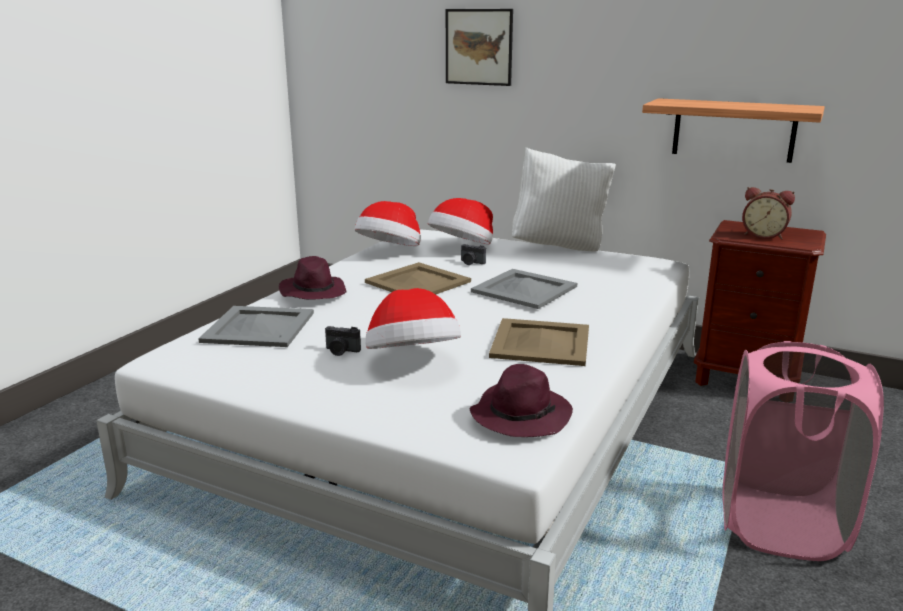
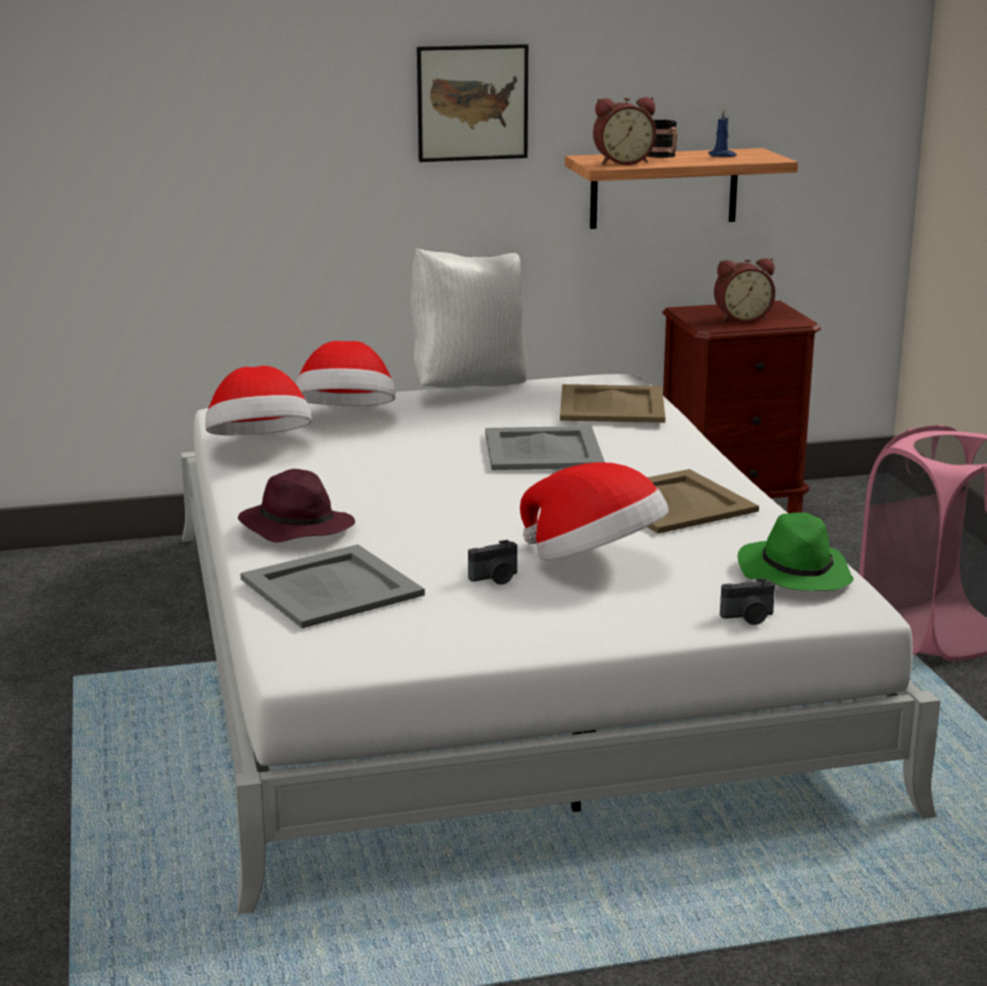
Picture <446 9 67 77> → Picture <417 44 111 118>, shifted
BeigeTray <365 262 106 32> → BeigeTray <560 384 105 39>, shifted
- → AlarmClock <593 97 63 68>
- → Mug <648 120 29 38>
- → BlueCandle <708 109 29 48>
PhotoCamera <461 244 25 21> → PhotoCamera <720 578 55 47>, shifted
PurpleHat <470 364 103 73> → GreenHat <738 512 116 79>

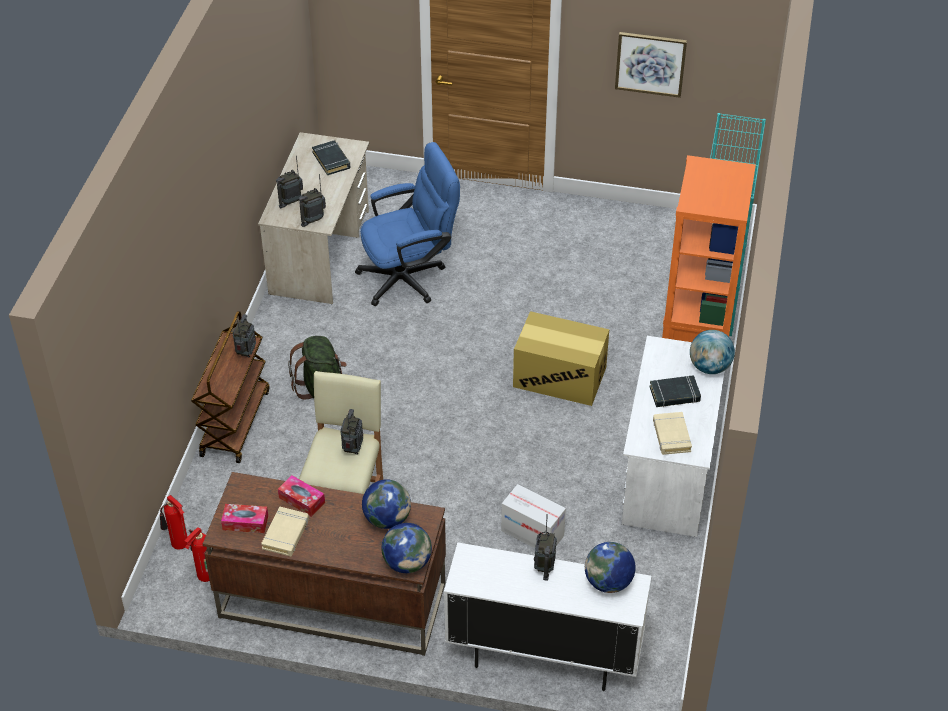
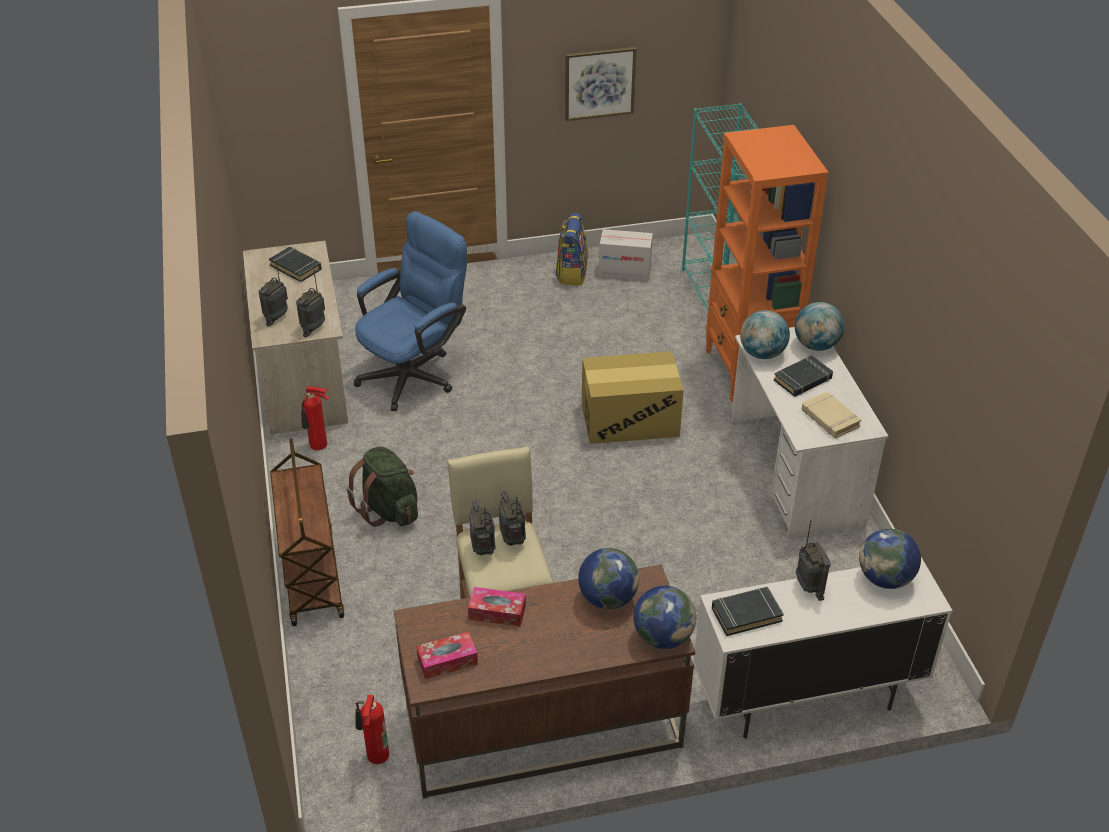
FireExtinguisher <160 495 28 55> → FireExtinguisher <301 386 28 64>, shifted
Radio <233 314 23 44> → Radio <469 500 27 55>, shifted
- → Backpack <556 213 32 73>
CardboardBox <501 484 65 64> → CardboardBox <599 229 54 52>, shifted
- → BlackBook <712 587 72 49>
- → Globe <740 310 50 49>
BeigeBook <261 507 48 49> → -

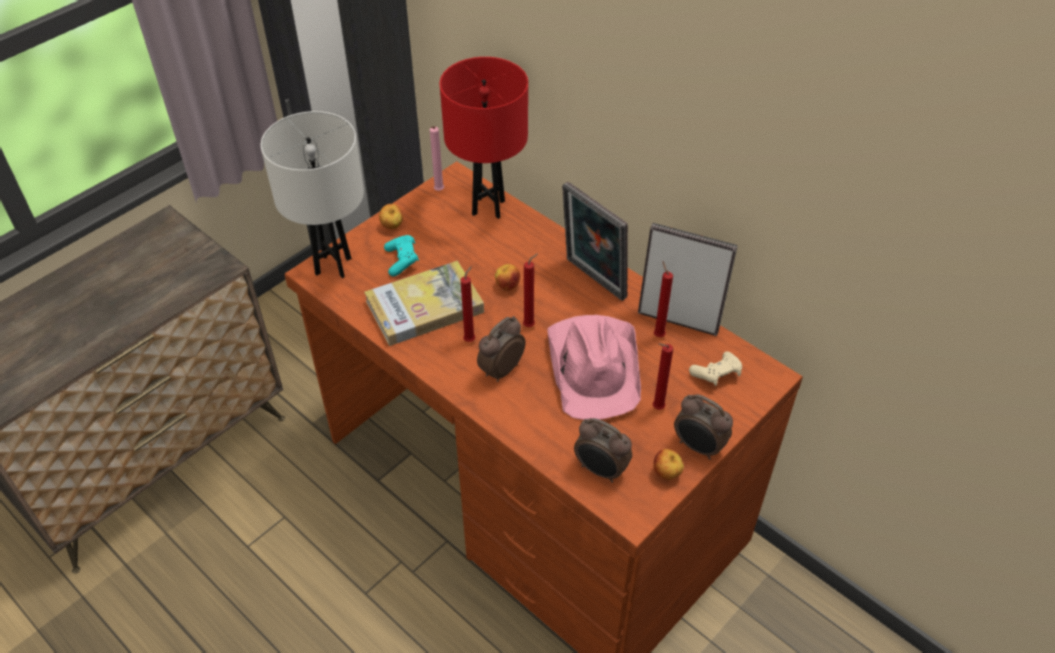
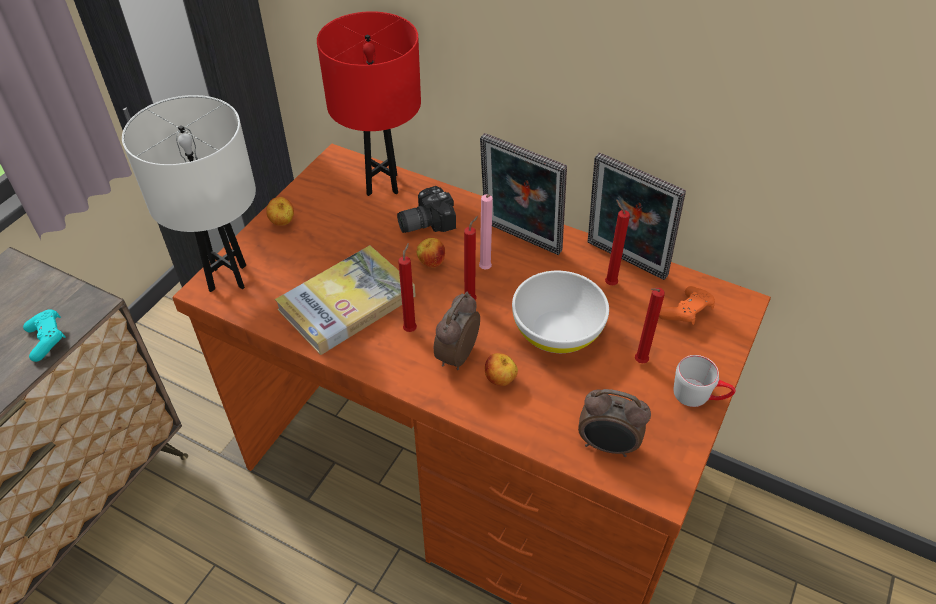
TurquoiseGameController <384 235 35 41> → TurquoiseGameController <23 309 43 53>, shifted
- → PhotoCamera <397 186 59 47>
PinkCandle <430 126 14 65> → PinkCandle <479 194 14 76>, shifted
Apple <653 449 31 31> → Apple <485 353 33 33>, shifted
PinkHat <548 315 93 105> → WhiteBowl <512 271 97 82>
PictureFrame <638 223 100 113> → PictureFrame <588 153 98 127>, 150 degrees counterclockwise
BeigeGameController <689 352 53 34> → OrangeGameController <659 286 56 39>
AlarmClock <674 394 59 66> → GreyMug <673 355 63 52>

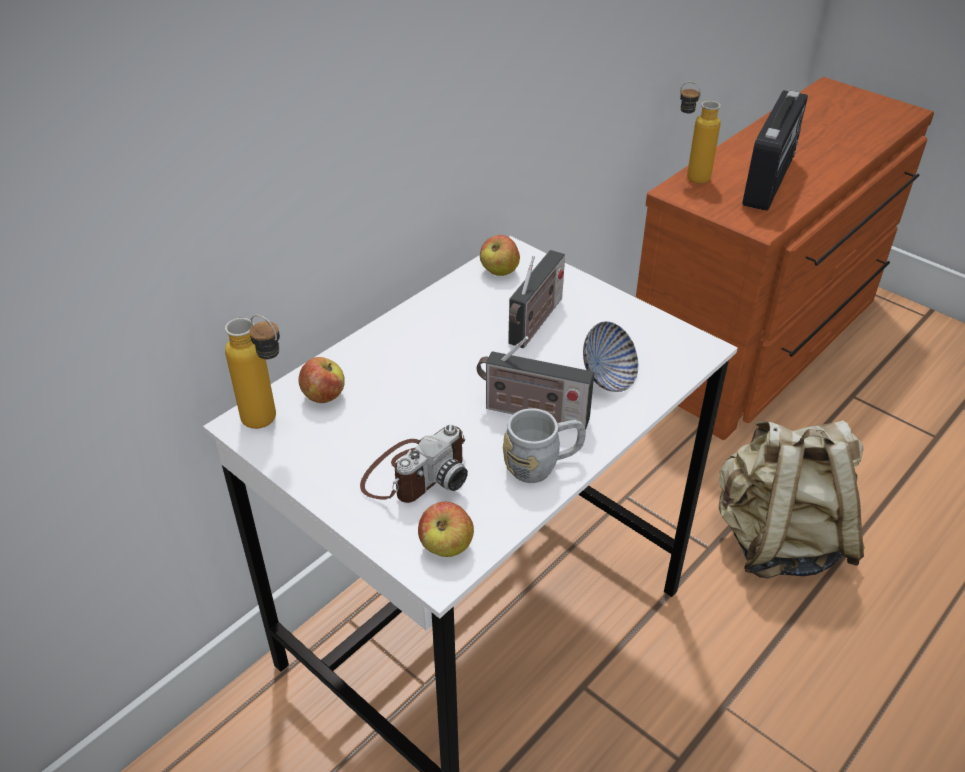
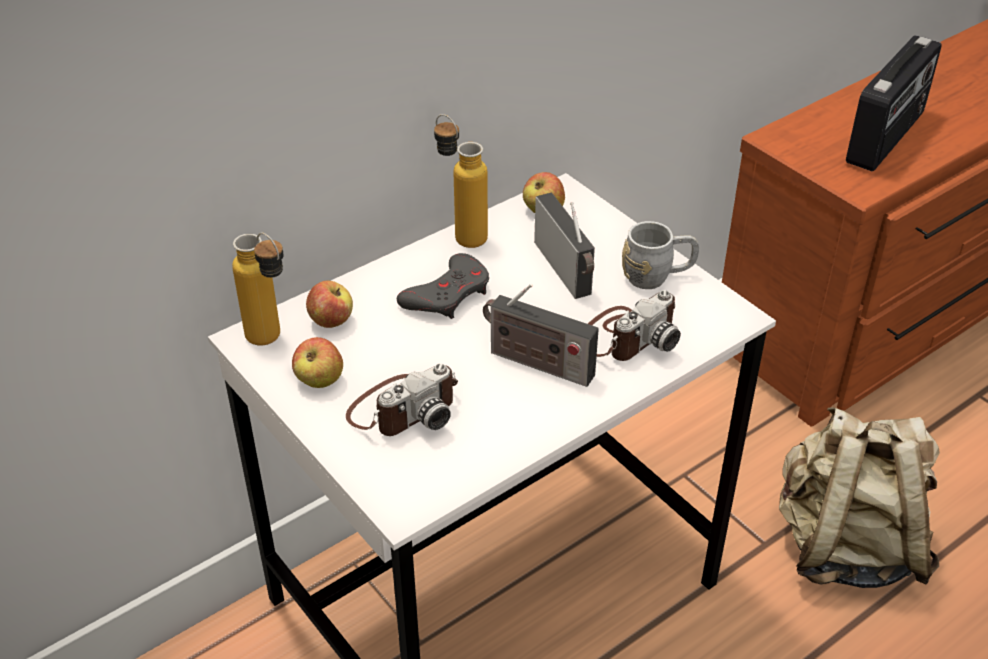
Apple <418 502 56 55> → Apple <292 337 51 51>, shifted
- → GreyGameController <397 253 92 66>
Bottle <680 81 41 103> → Bottle <434 114 54 134>, shifted
Radio <508 250 57 99> → Radio <534 192 61 107>, 60 degrees counterclockwise
Bowl <583 321 55 71> → PhotoCamera <588 290 93 71>
GreyMug <503 408 83 75> → GreyMug <622 221 77 68>, shifted

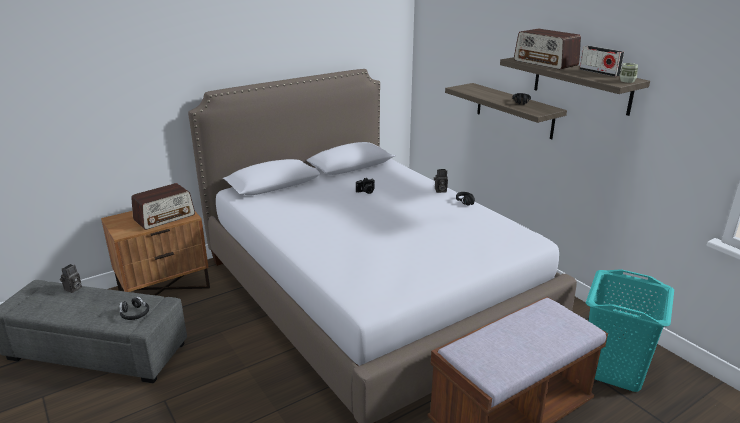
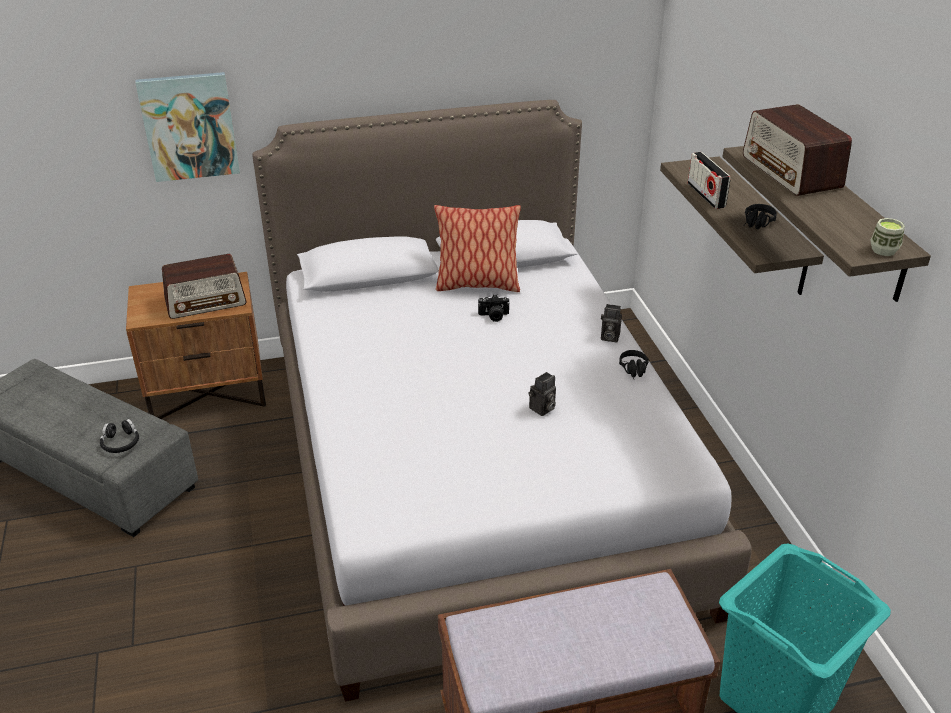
- → Picture <135 72 105 110>
- → Pillow <434 205 87 87>
PhotoCamera <60 264 22 29> → PhotoCamera <528 372 28 44>, shifted
Radio <580 45 44 32> → Radio <688 152 42 57>, shifted

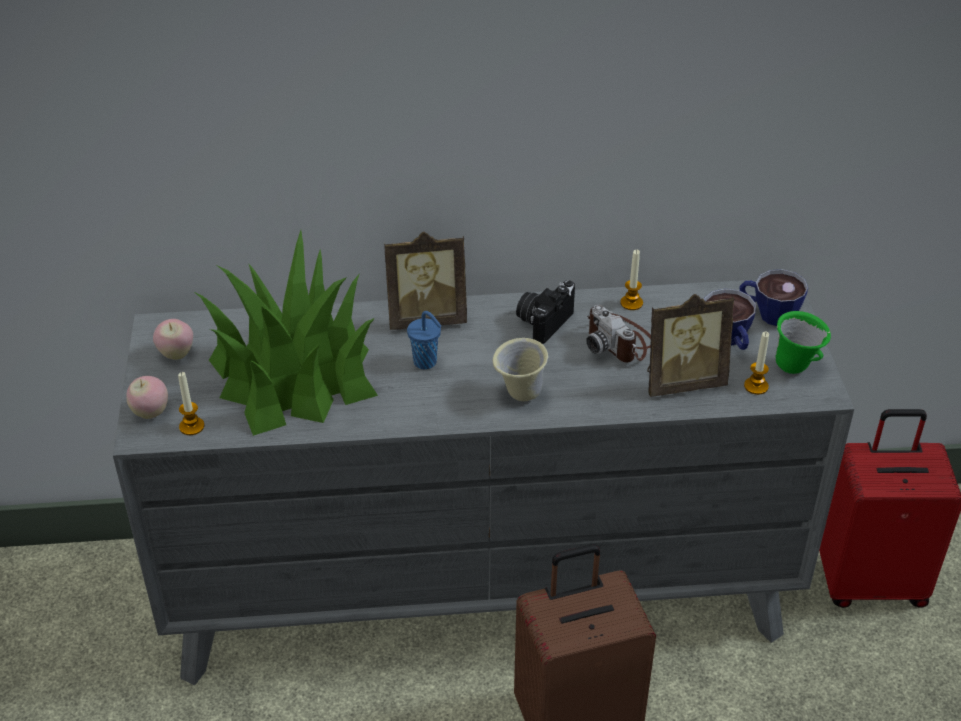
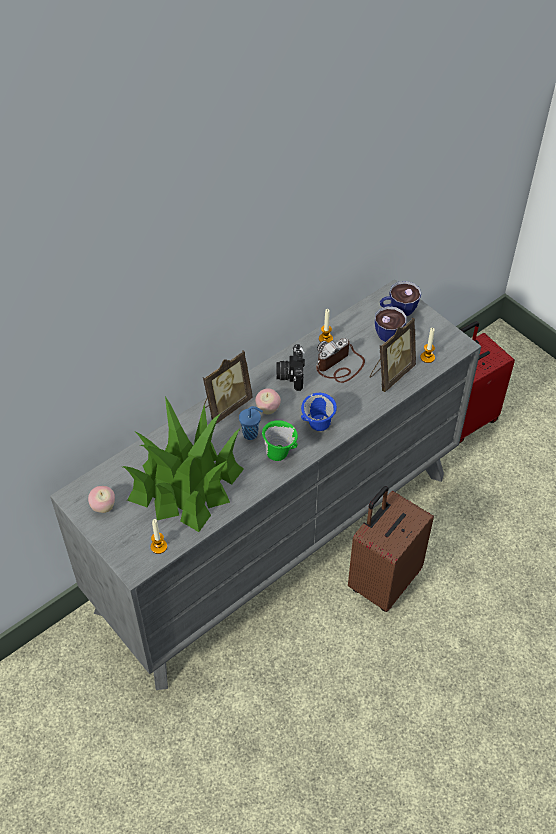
Apple <126 376 42 43> → Apple <255 388 26 26>, shifted
GreenMug <775 311 56 63> → GreenMug <262 420 36 41>, shifted
BeigeMug <493 338 55 63> → BlueMug <301 393 36 38>
PhotoCamera <586 305 65 57> → PhotoCamera <316 338 49 45>, 120 degrees clockwise

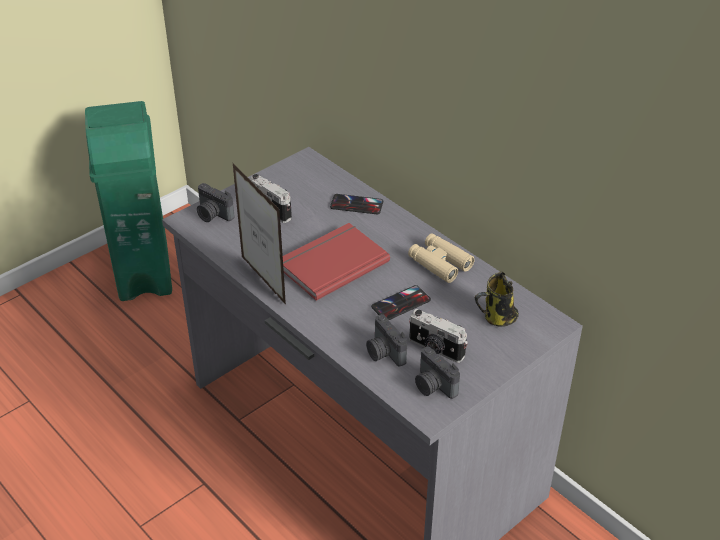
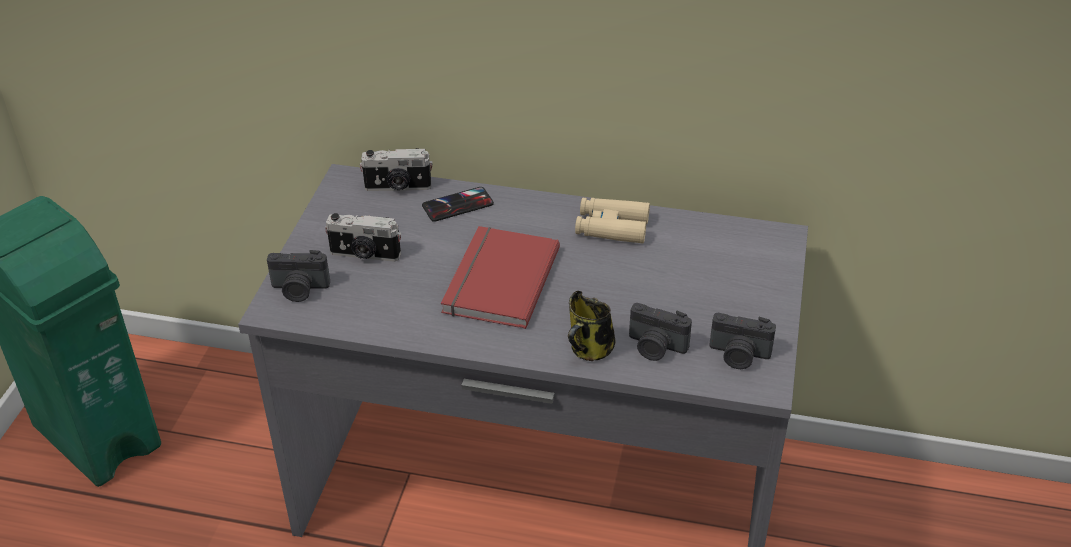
PhotoCamera <409 309 59 54> → PhotoCamera <360 148 73 43>, shifted
Mug <475 272 44 55> → Mug <568 291 48 70>, shifted
PictureFrame <233 163 53 142> → -
Phone <371 285 60 35> → -

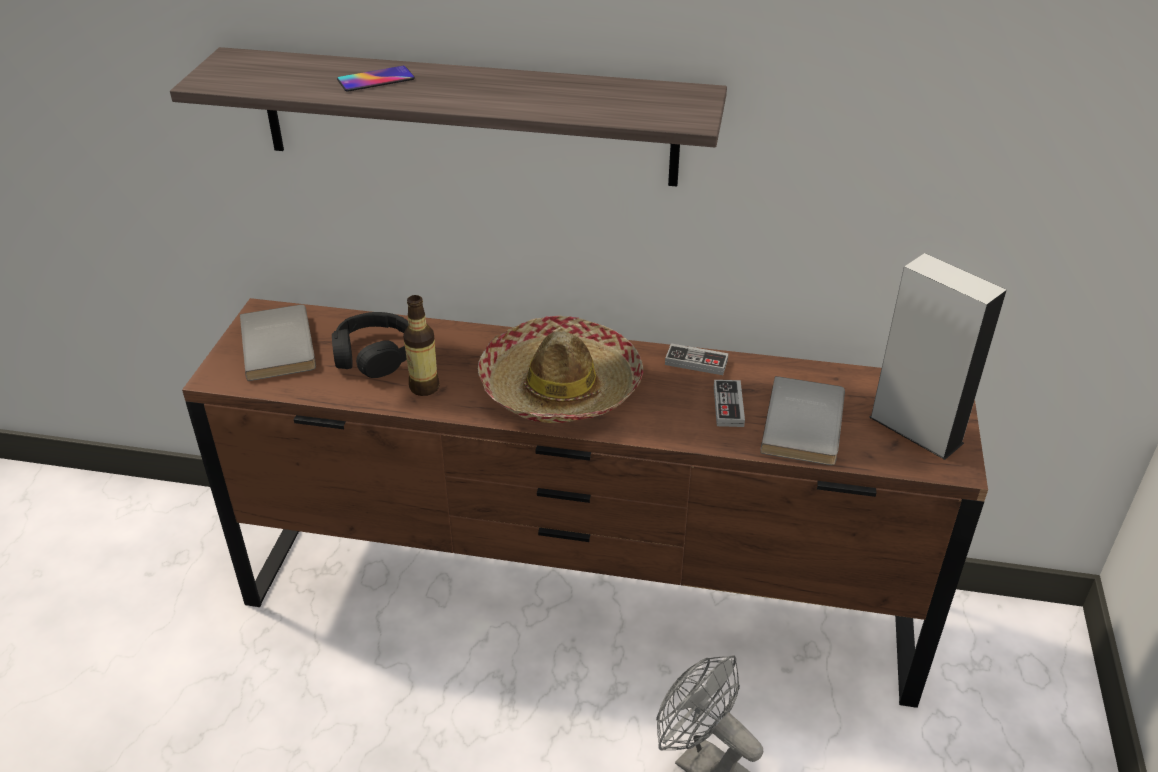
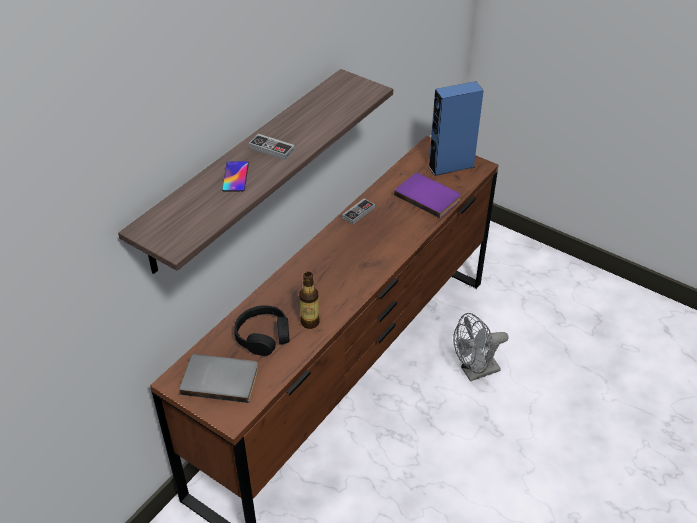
GameController <714 380 31 47> → GameController <249 134 46 26>, shifted
GreyBook <761 376 84 89> → PurpleBook <394 173 67 45>
GreySpeaker <869 253 138 207> → BlueSpeaker <428 81 56 95>
Hat <478 315 165 108> → -

